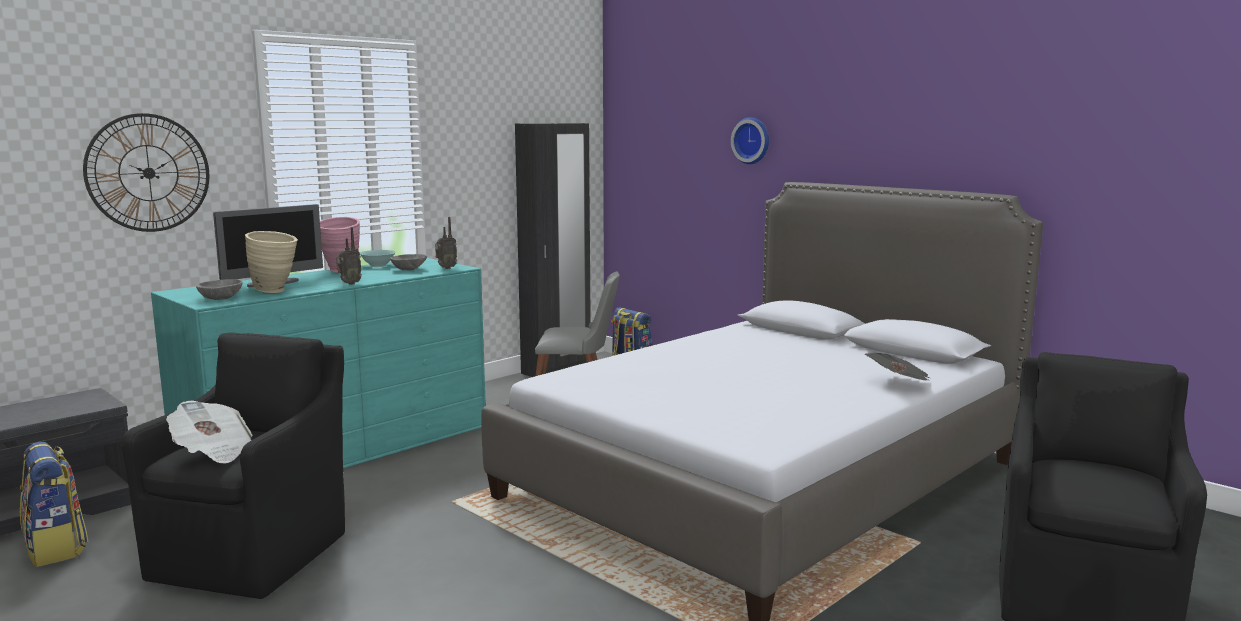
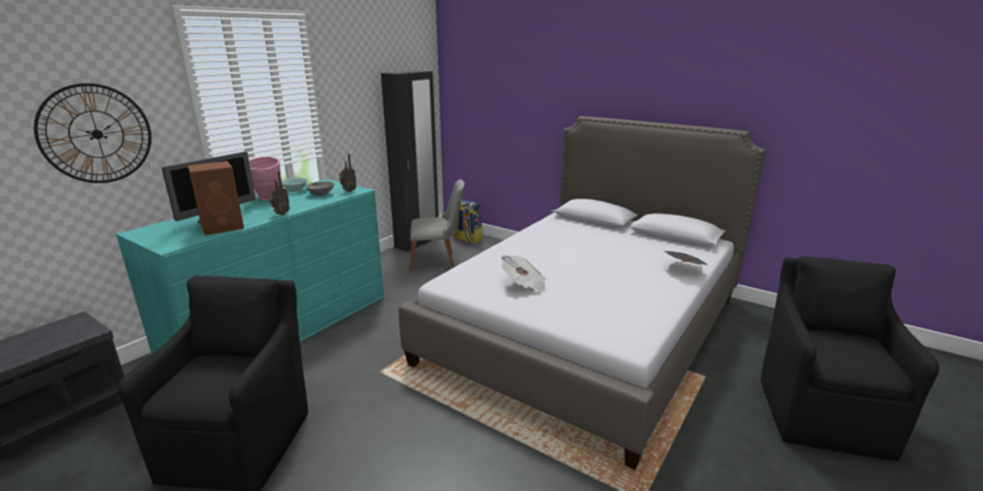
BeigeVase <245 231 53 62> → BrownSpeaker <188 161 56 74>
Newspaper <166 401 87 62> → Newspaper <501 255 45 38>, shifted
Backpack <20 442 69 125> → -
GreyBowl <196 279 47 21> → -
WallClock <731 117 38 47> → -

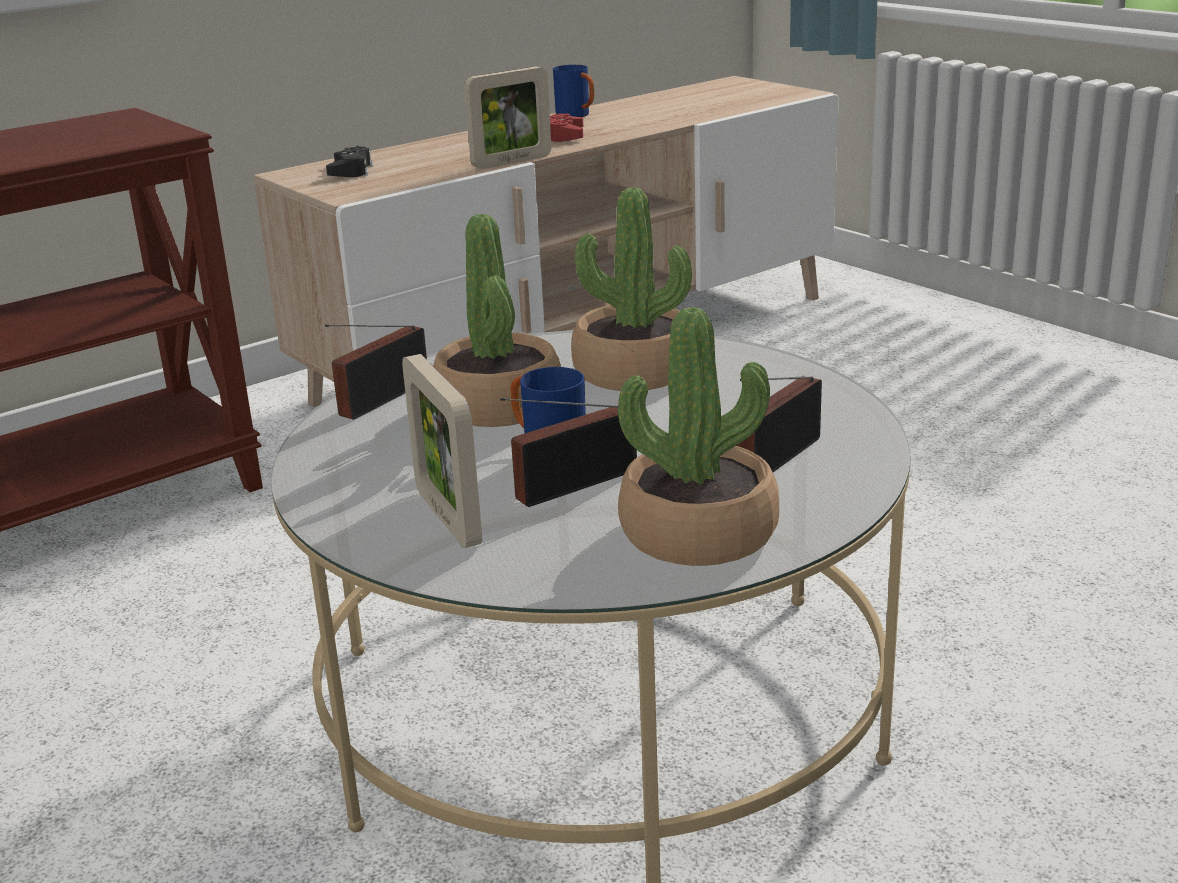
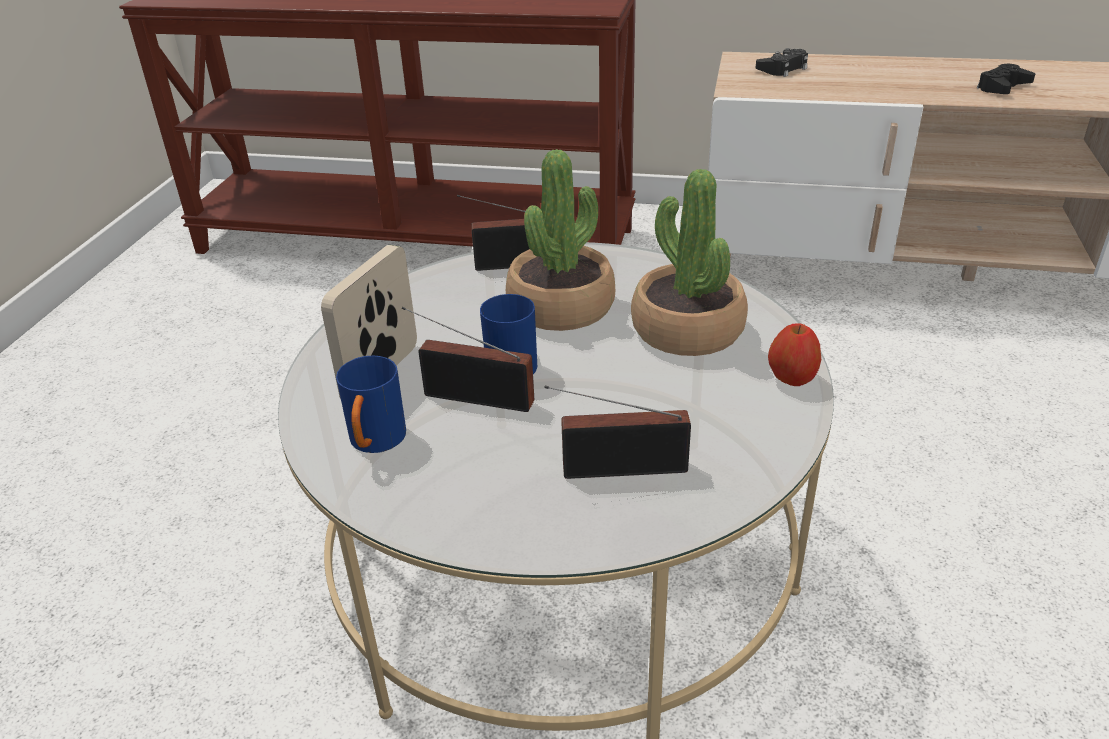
BlueMug <553 65 41 52> → BlueMug <336 356 70 97>, shifted
- → Apple <768 323 53 63>
RedGameController <550 114 33 28> → BlackGameController <977 64 58 30>
PictureFrame <464 67 87 102> → -
PottedPlant <618 307 161 259> → -

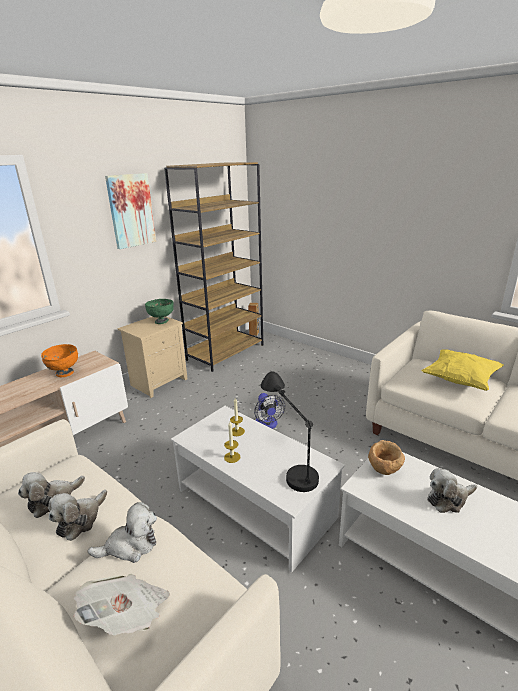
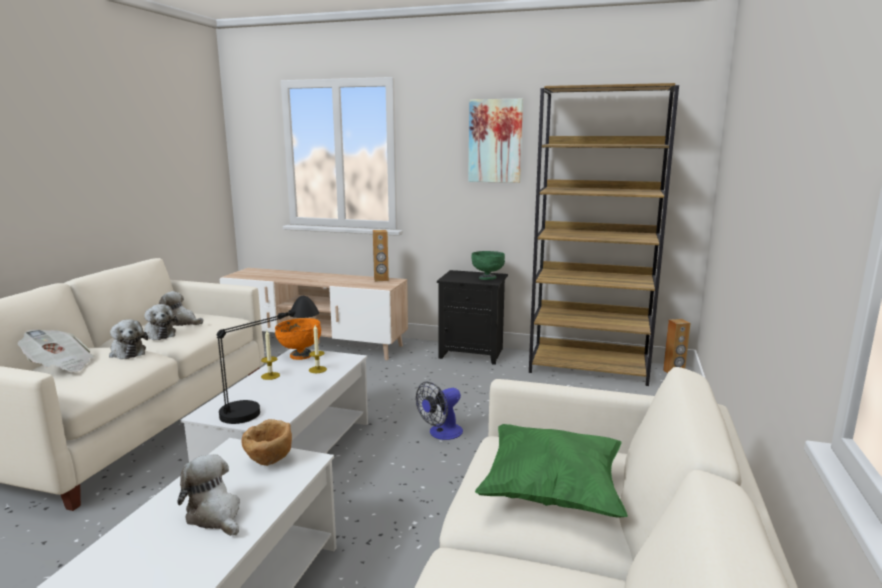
PlushToy <48 490 59 51> → PlushToy <144 304 34 36>, 135 degrees counterclockwise
OrangeBowl <41 344 37 33> → OrangeBowl <275 318 46 42>, shifted
- → BrownSpeaker <373 230 16 52>
BeigeNightstand <117 316 70 82> → BlackNightstand <437 270 71 95>
YellowPillow <421 349 83 42> → GreenPillow <475 424 153 94>

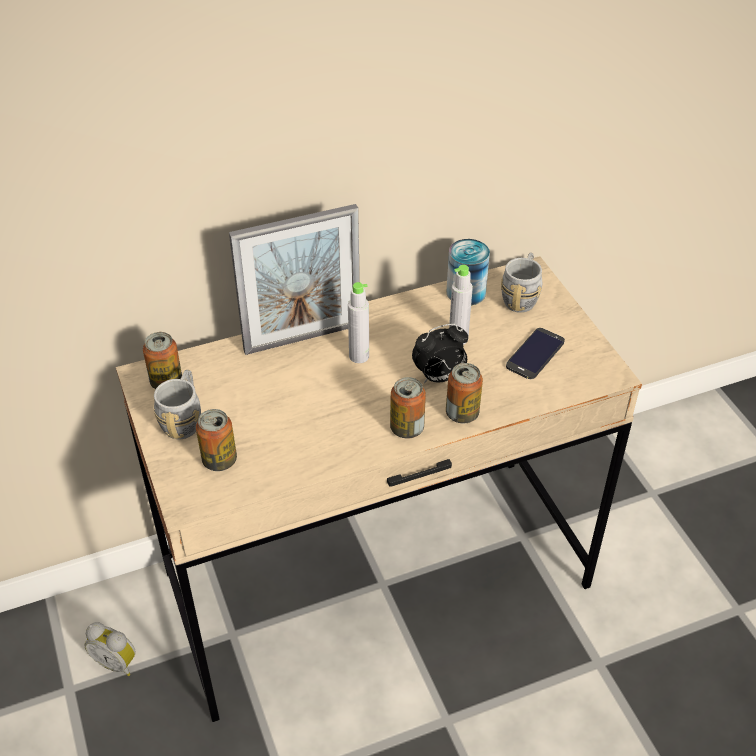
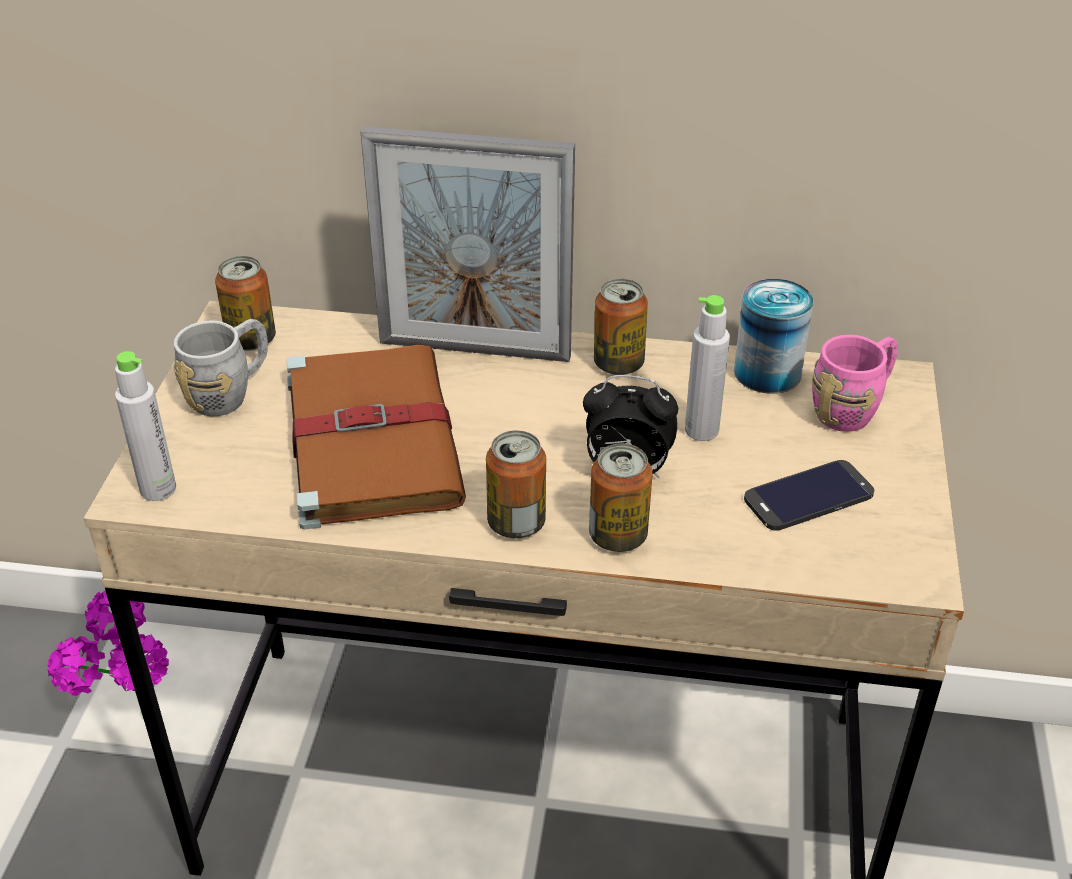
AlarmClock <85 622 51 54> → PottedPlant <47 591 122 125>
GreyBottle <348 282 21 81> → GreyBottle <115 351 61 150>, shifted
- → BrownBook <286 345 180 185>
Can <196 409 41 62> → Can <594 279 54 96>, shifted
GreyMug <501 253 41 60> → PinkMug <812 335 86 97>

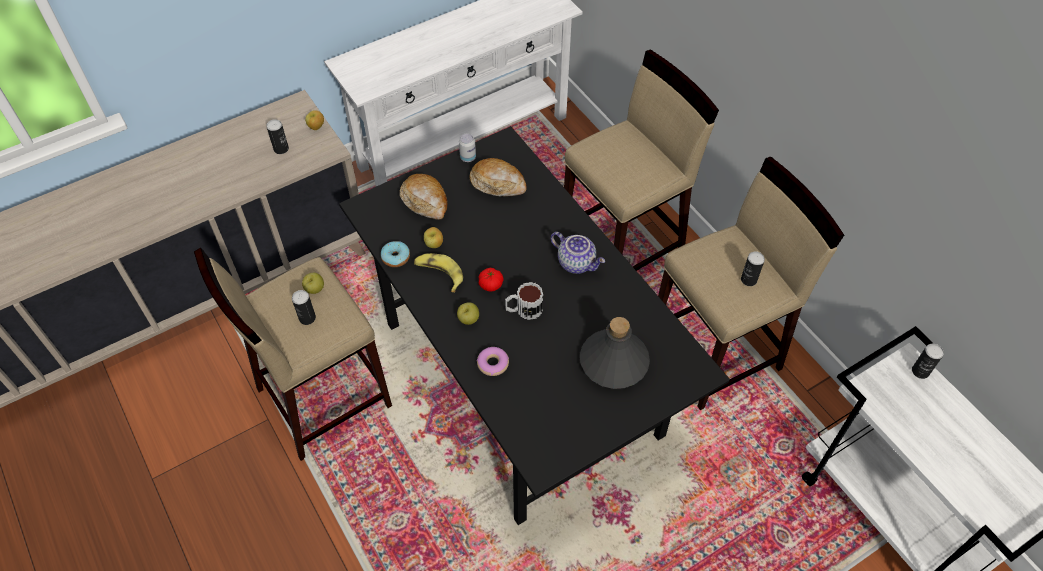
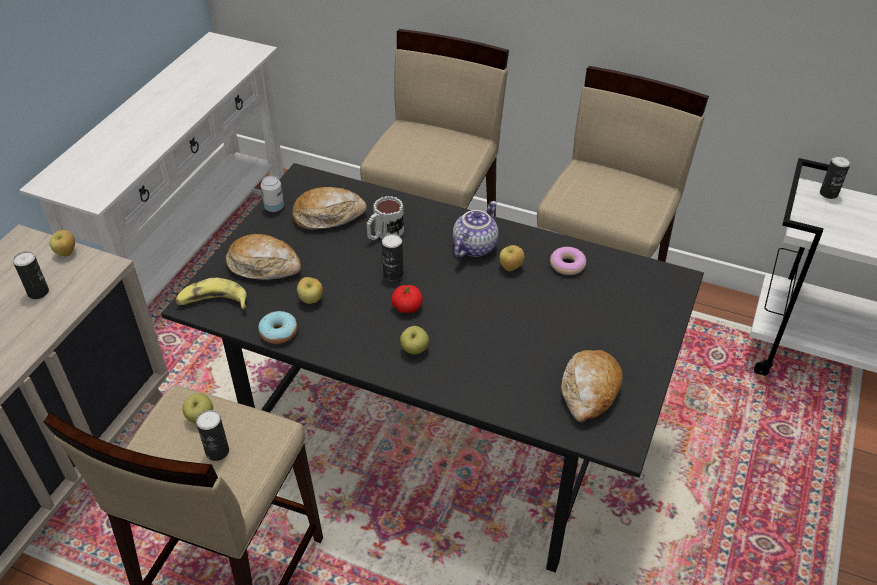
Banana <414 253 49 39> → Banana <176 278 71 31>, shifted
Mug <505 282 38 38> → Mug <367 196 37 44>, shifted
Can <741 251 24 35> → Can <382 234 21 47>, shifted
Teapot <550 232 55 42> → Teapot <453 201 46 57>, 60 degrees counterclockwise
- → Apple <500 245 25 26>
Donut <477 347 32 29> → Donut <550 247 36 28>, shifted
- → Bread <561 350 62 72>
GreyBottle <580 317 70 72> → -

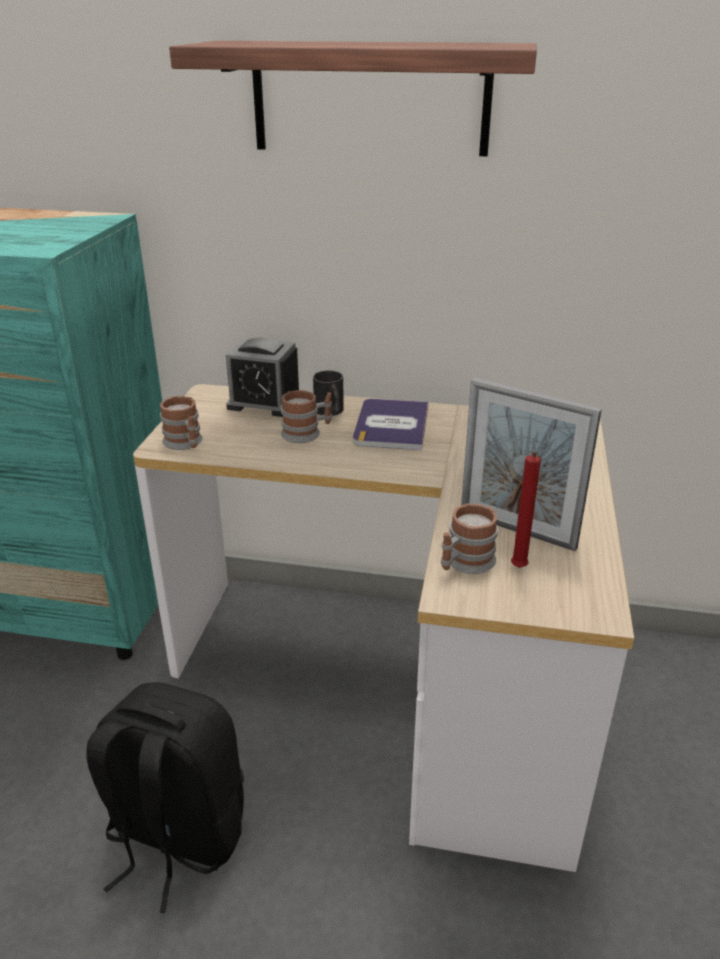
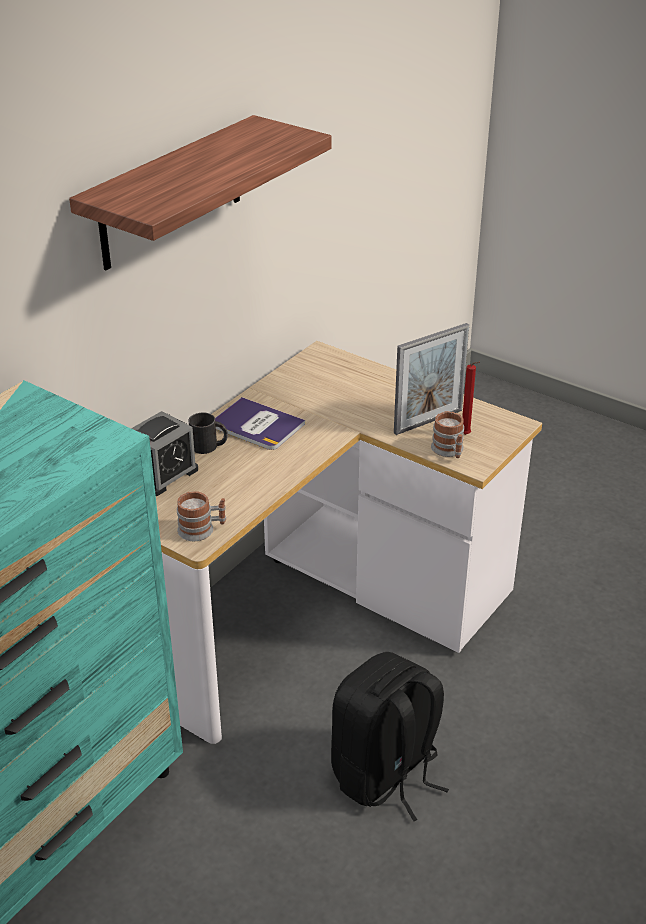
Mug <281 390 51 53> → -

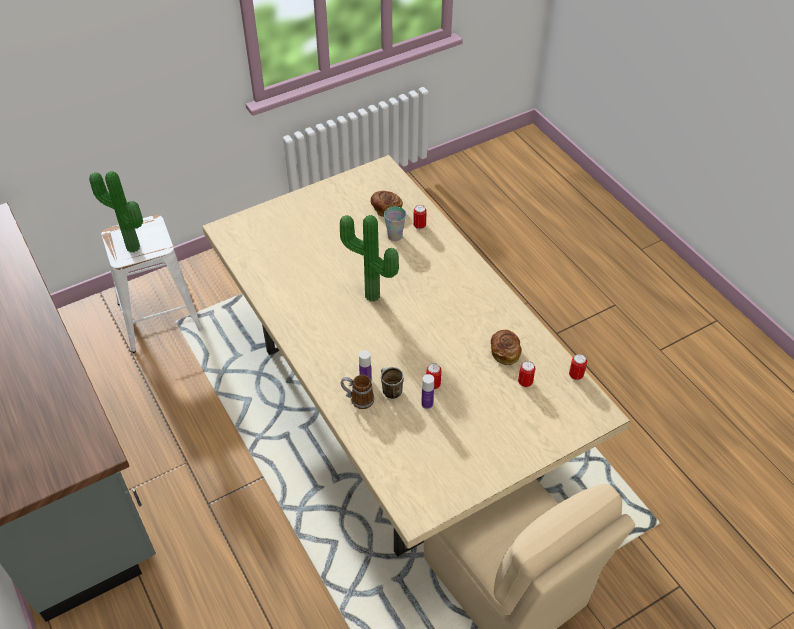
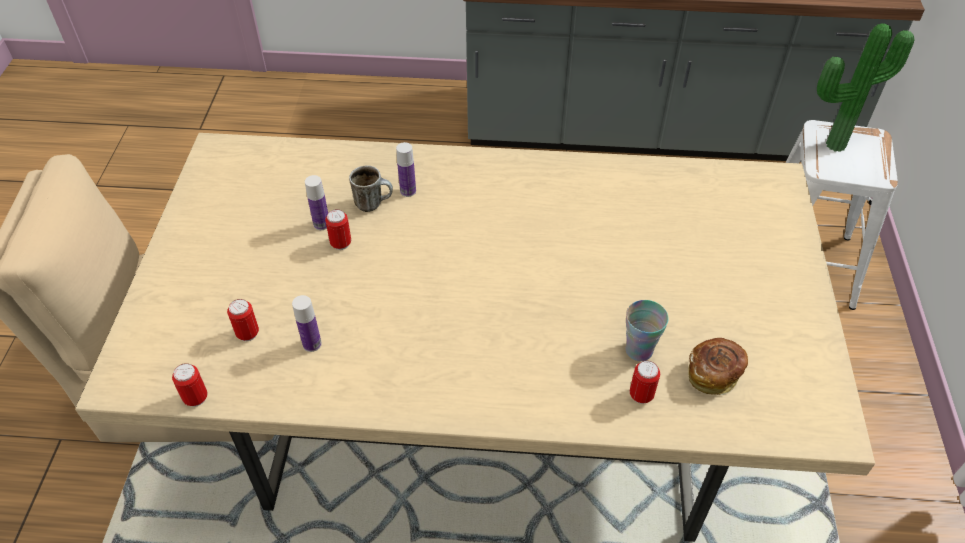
Bread <491 330 31 35> → Bottle <292 295 30 57>
PottedPlant <340 215 59 87> → -
Mug <341 375 33 34> → -

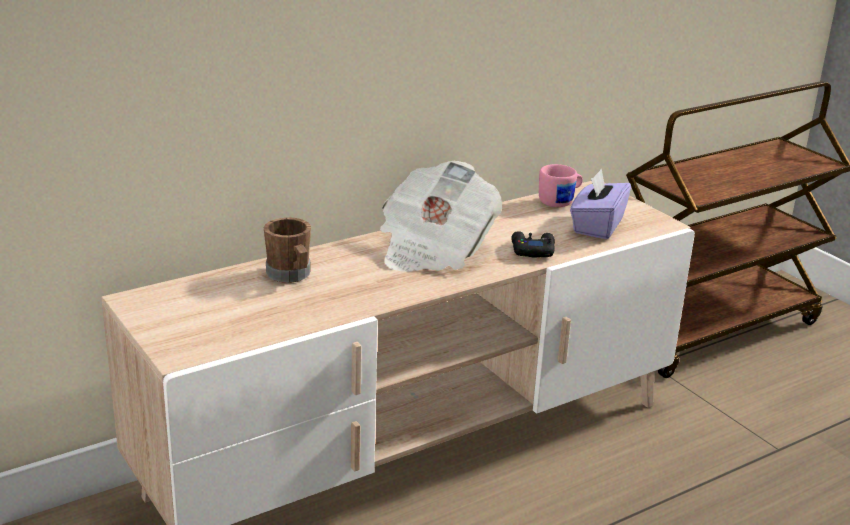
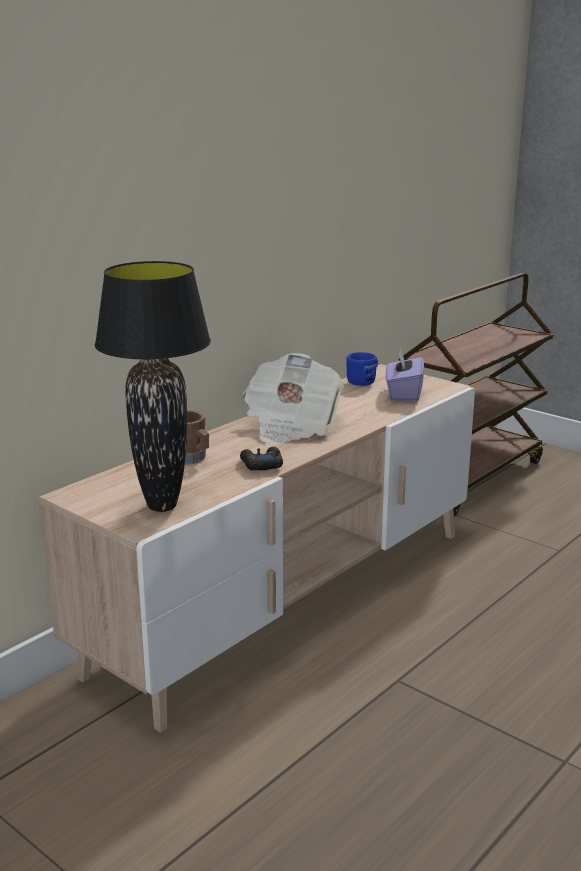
- → BlackTableLamp <95 261 116 251>
BlackGameController <511 231 44 27> → BlackGameController <240 447 43 24>, shifted
PinkMug <539 164 44 43> → BlueMug <346 352 32 34>

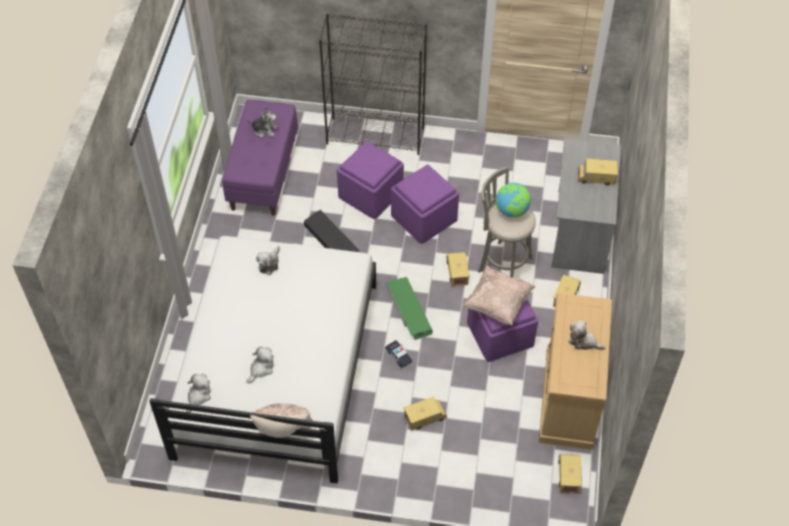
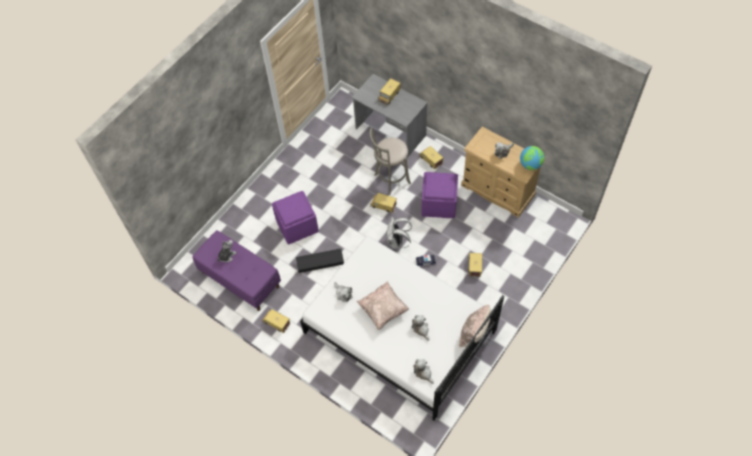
ToyTruck <558 454 24 39> → ToyTruck <262 309 28 24>, shifted
BeigePillow <463 265 72 61> → BeigePillow <356 281 53 49>, shifted
GreenStorageBox <387 277 45 63> → WhiteBackpack <386 217 26 32>
Globe <496 183 35 35> → Globe <520 146 24 24>, shifted
BlackBookcase <319 13 108 142> → -
PurpleOttoman <391 164 68 80> → -

